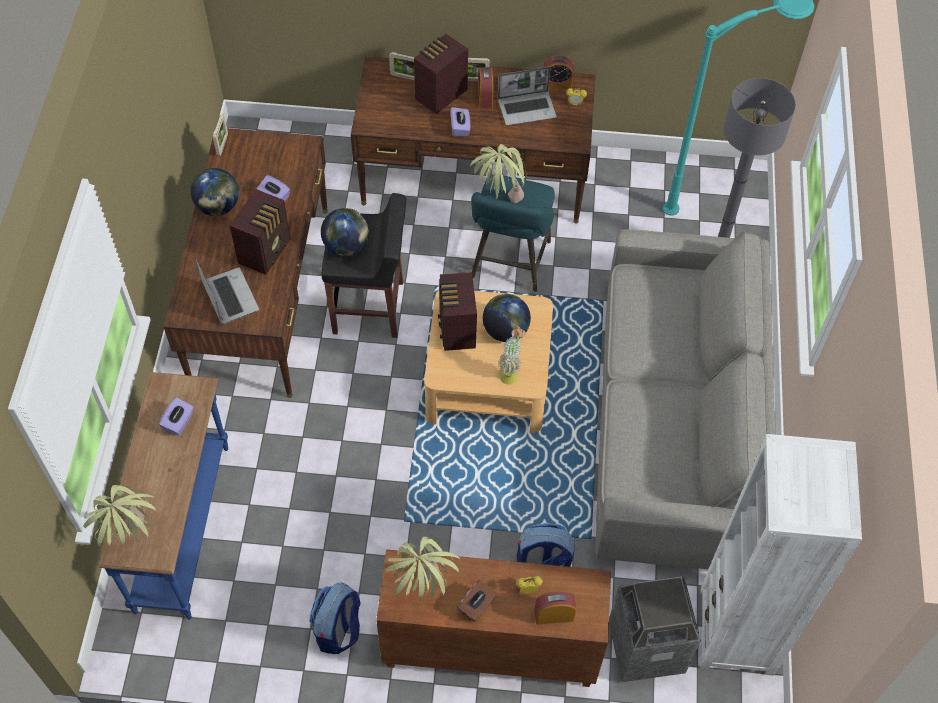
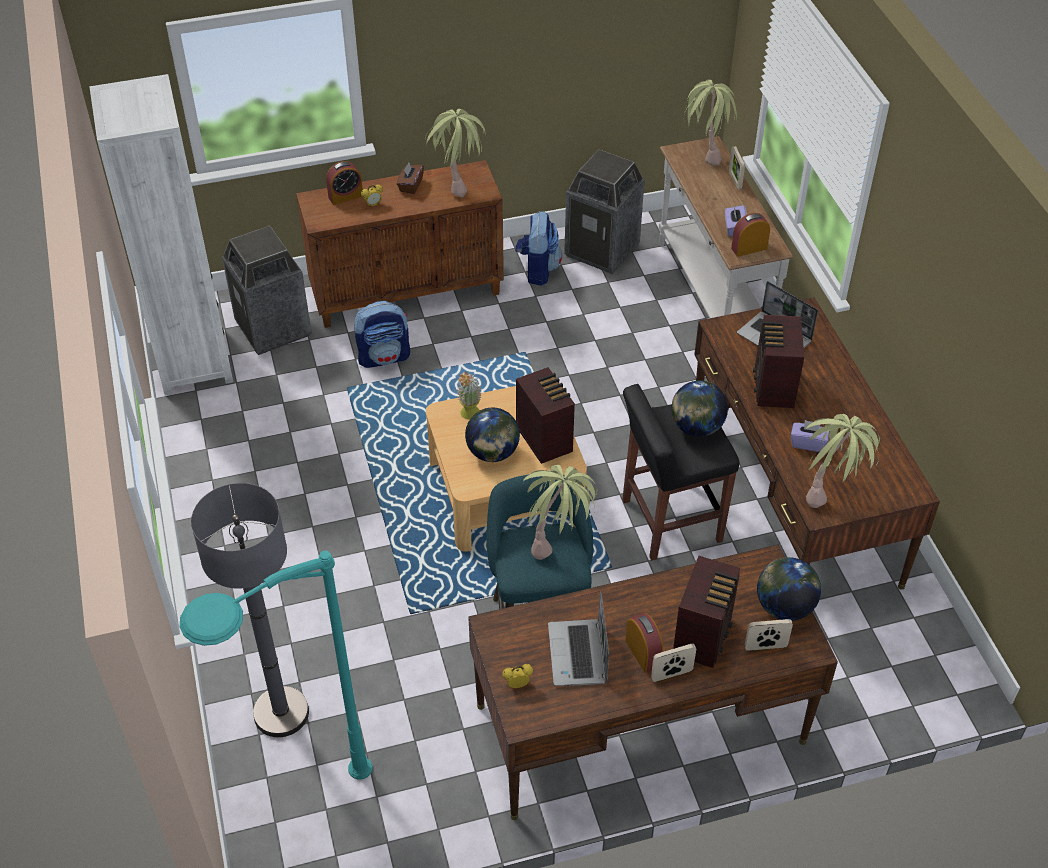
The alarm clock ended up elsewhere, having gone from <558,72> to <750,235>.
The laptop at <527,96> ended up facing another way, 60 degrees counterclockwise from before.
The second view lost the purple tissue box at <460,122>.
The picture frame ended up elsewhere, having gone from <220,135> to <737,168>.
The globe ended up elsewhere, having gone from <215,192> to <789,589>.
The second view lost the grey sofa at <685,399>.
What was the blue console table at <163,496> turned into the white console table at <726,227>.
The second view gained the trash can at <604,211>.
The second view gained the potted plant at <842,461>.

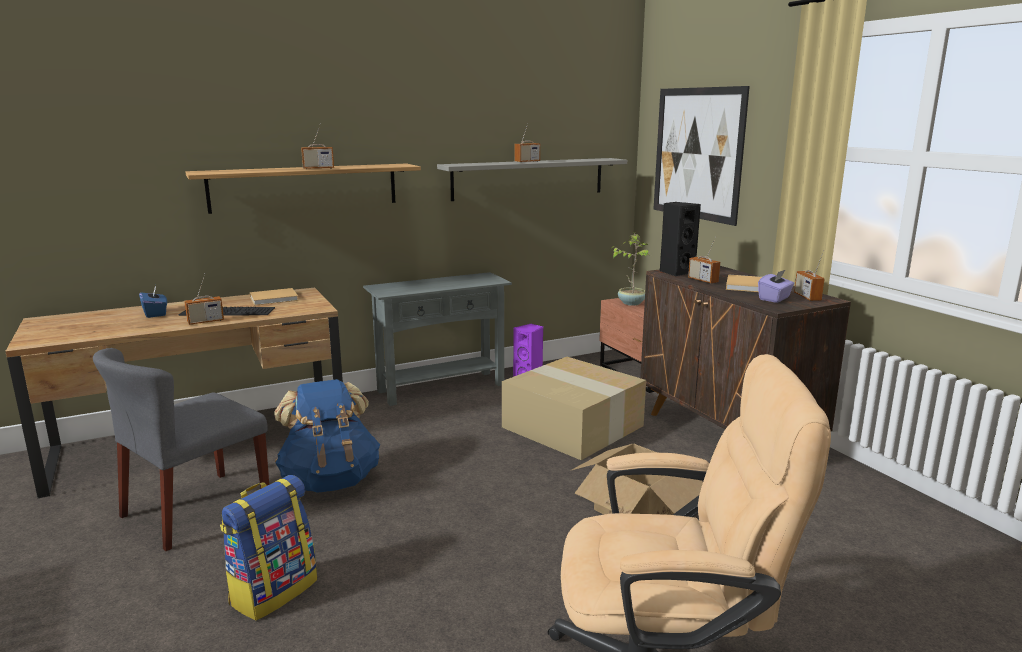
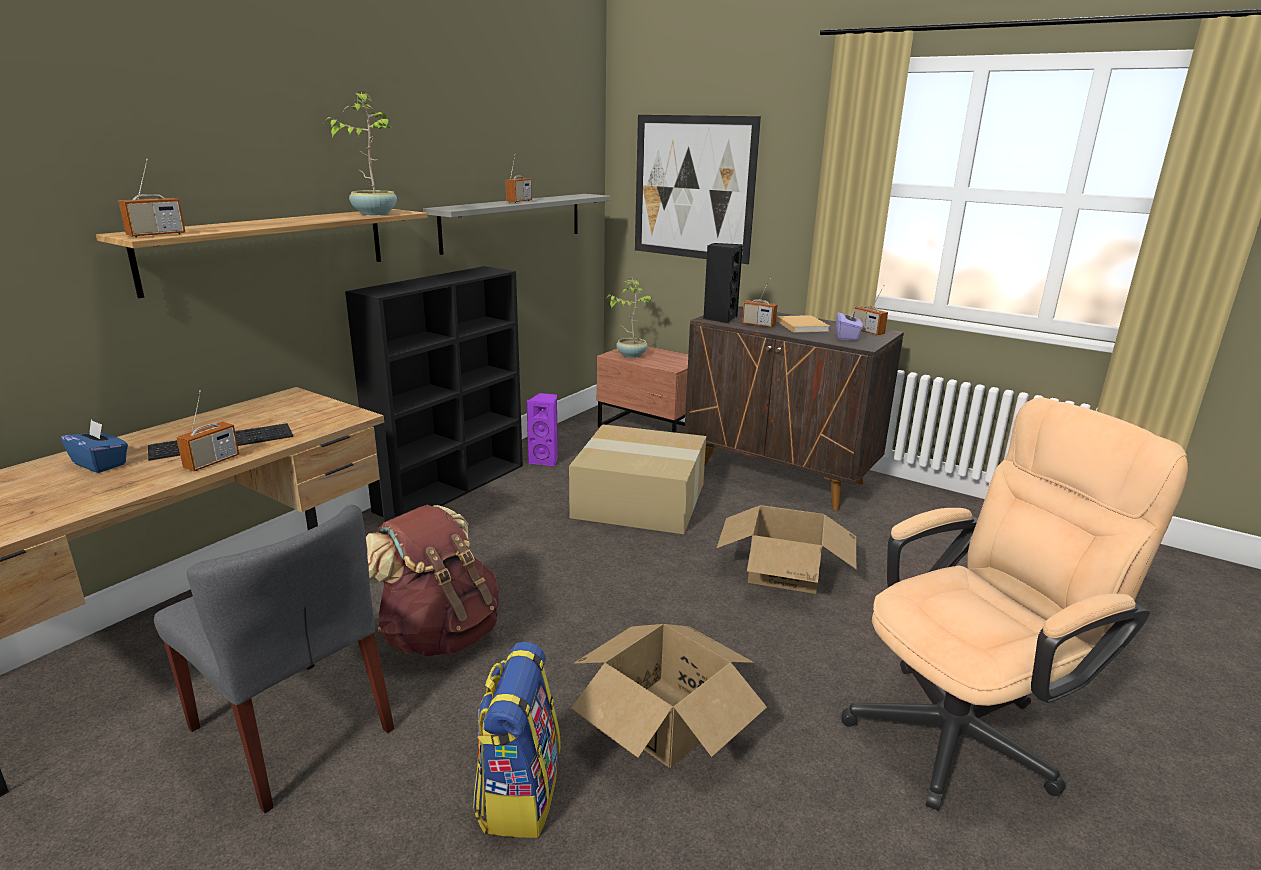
The radio ended up elsewhere, having gone from <317,146> to <151,198>.
Where the grey console table stood at <437,339>, the black bookcase came to stand at <434,391>.
The second view lost the beige book at <274,296>.
The grey chair at <181,449> ended up facing another way, 60 degrees counterclockwise from before.
What was the blue backpack at <327,436> turned into the brown backpack at <432,580>.
The second view gained the potted plant at <360,153>.
The second view gained the cardboard box at <669,696>.

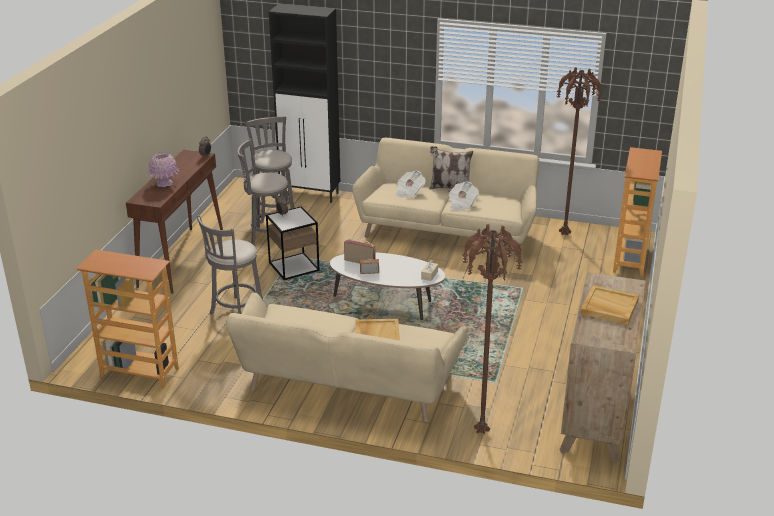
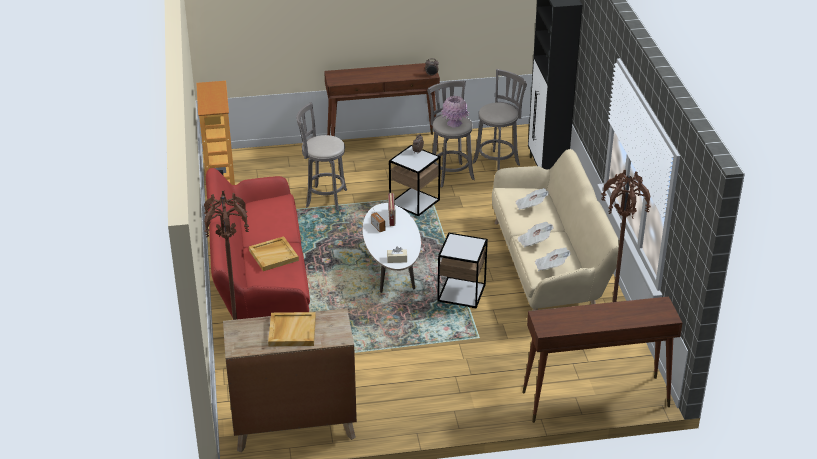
The second view lost the pillow at <451,167>.
Where the bookcase stood at <637,212>, the brown console table came to stand at <602,360>.
The pink vase ended up elsewhere, having gone from <163,169> to <454,111>.
What was the beige sofa at <348,357> turned into the red sofa at <258,243>.
The second view gained the side table at <462,270>.
The second view gained the newspaper at <553,259>.

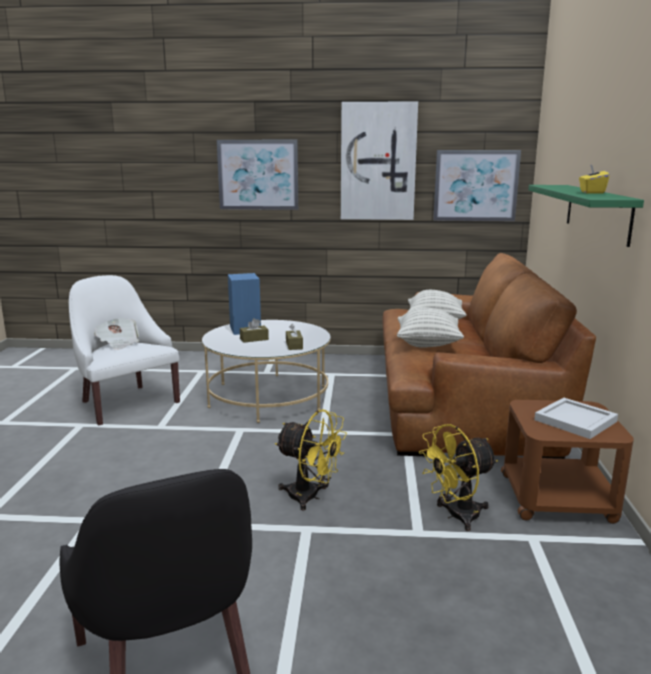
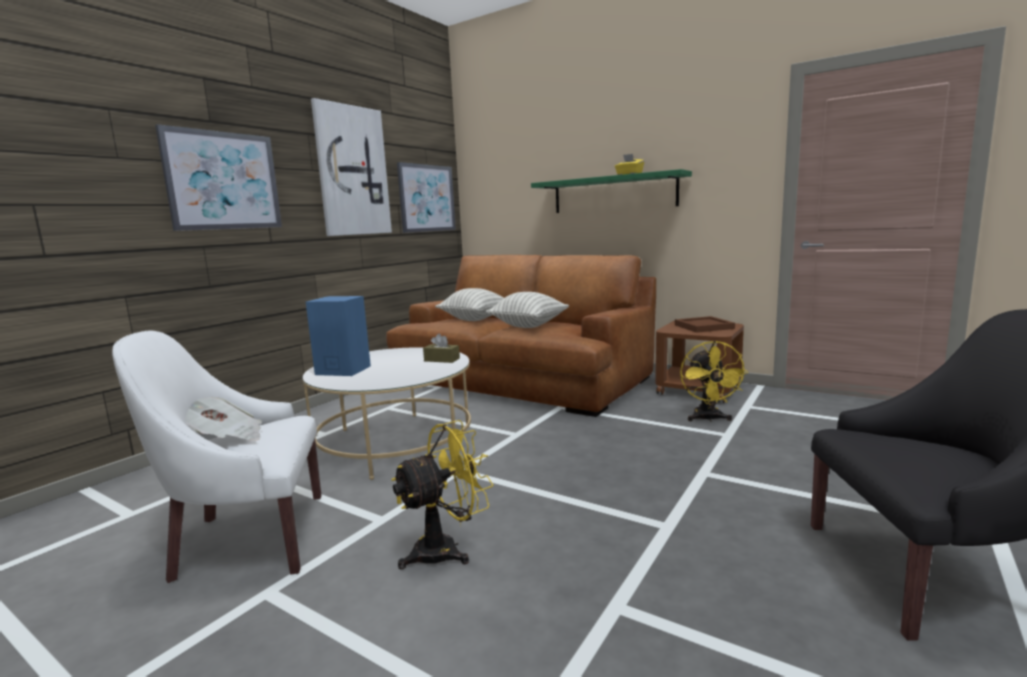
The second view lost the brown tissue box at <254,330>.
What was the white tray at <576,418> turned into the brown tray at <705,324>.
The yellow fan ended up elsewhere, having gone from <311,459> to <442,494>.

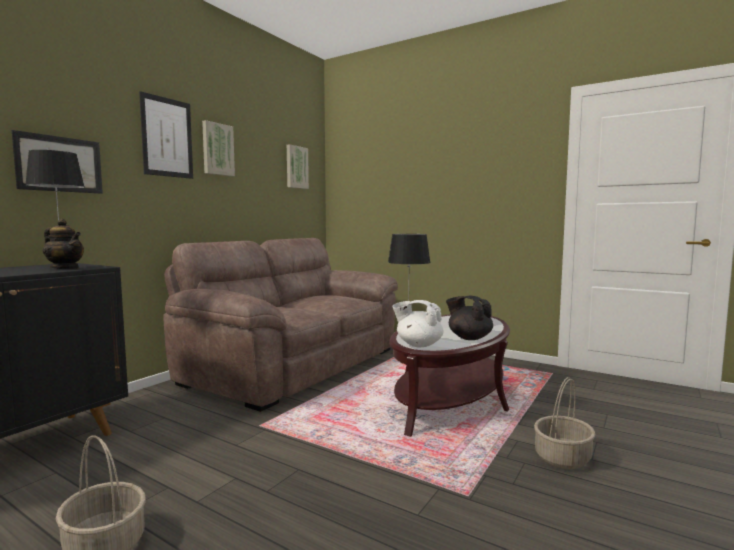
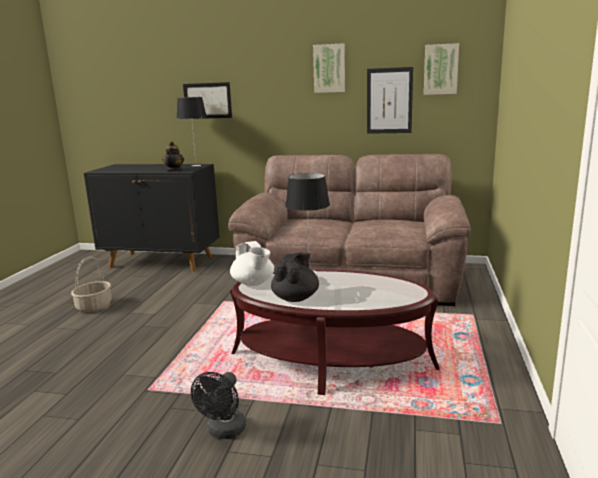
The picture ended up elsewhere, having gone from <166,135> to <390,100>.
The white teapot at <417,323> ended up facing another way, 150 degrees clockwise from before.
Where the basket stood at <564,423>, the black fan came to stand at <218,405>.

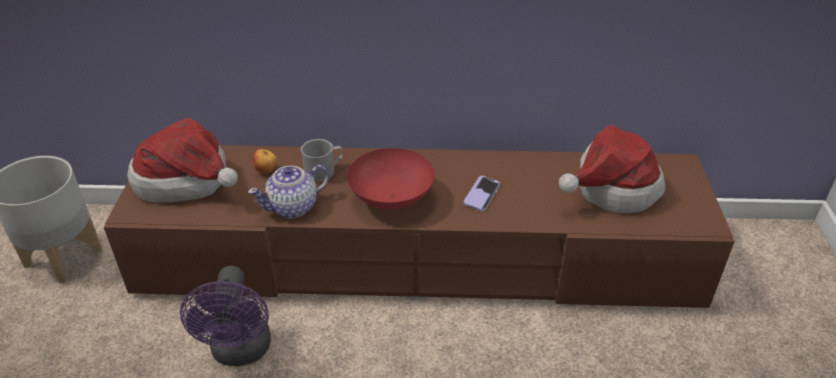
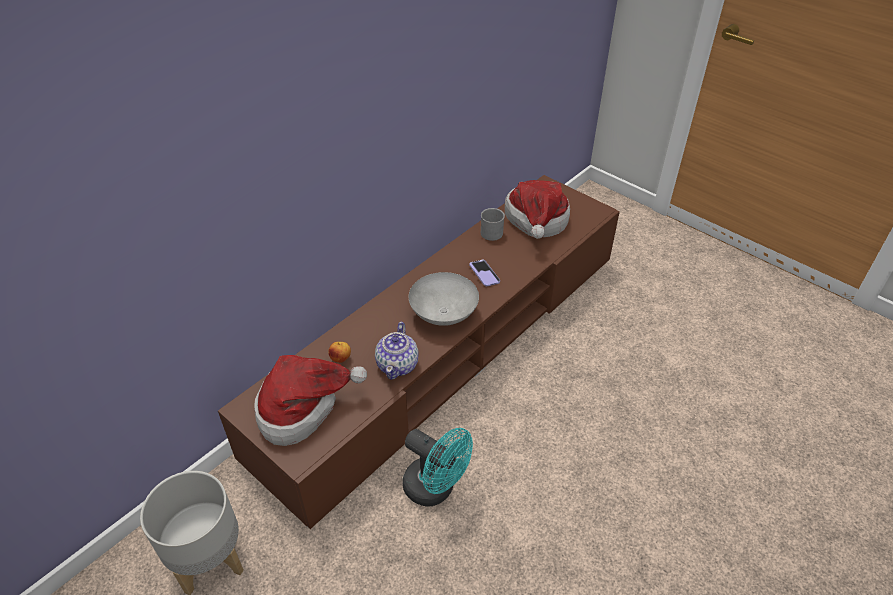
The grey mug ended up elsewhere, having gone from <322,160> to <493,224>.
What was the red bowl at <391,179> turned into the grey bowl at <444,299>.
What was the purple fan at <225,316> turned into the turquoise fan at <437,467>.

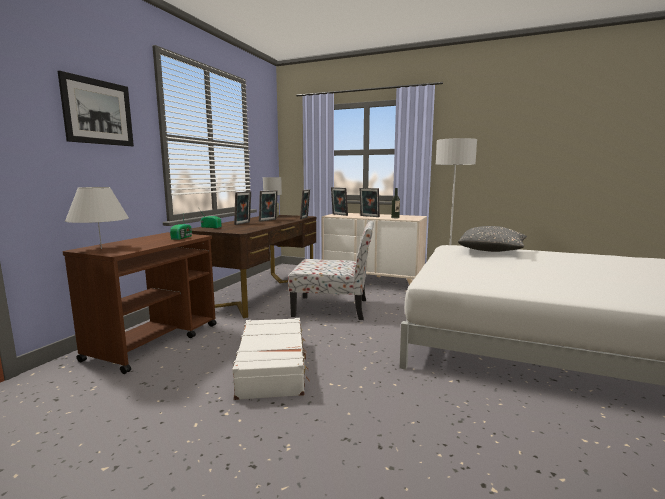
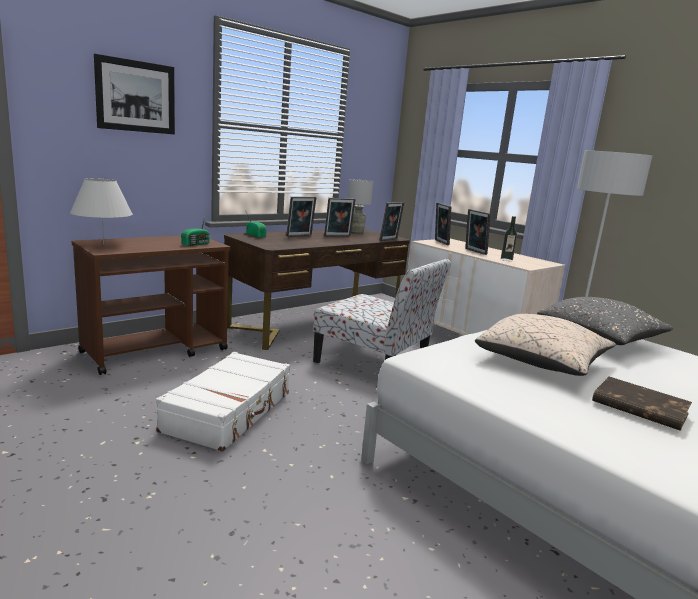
The second view gained the beige pillow at <545,345>.
The second view gained the brown book at <642,403>.

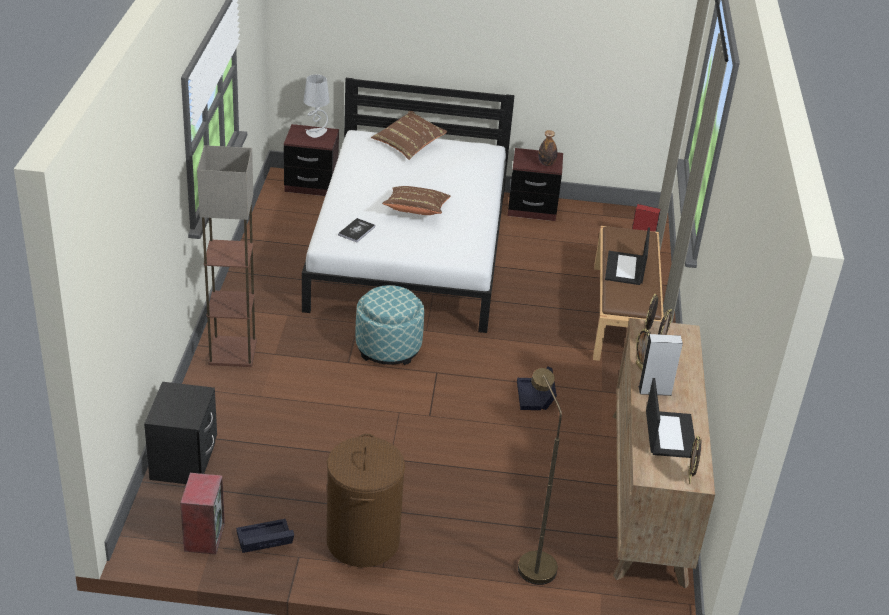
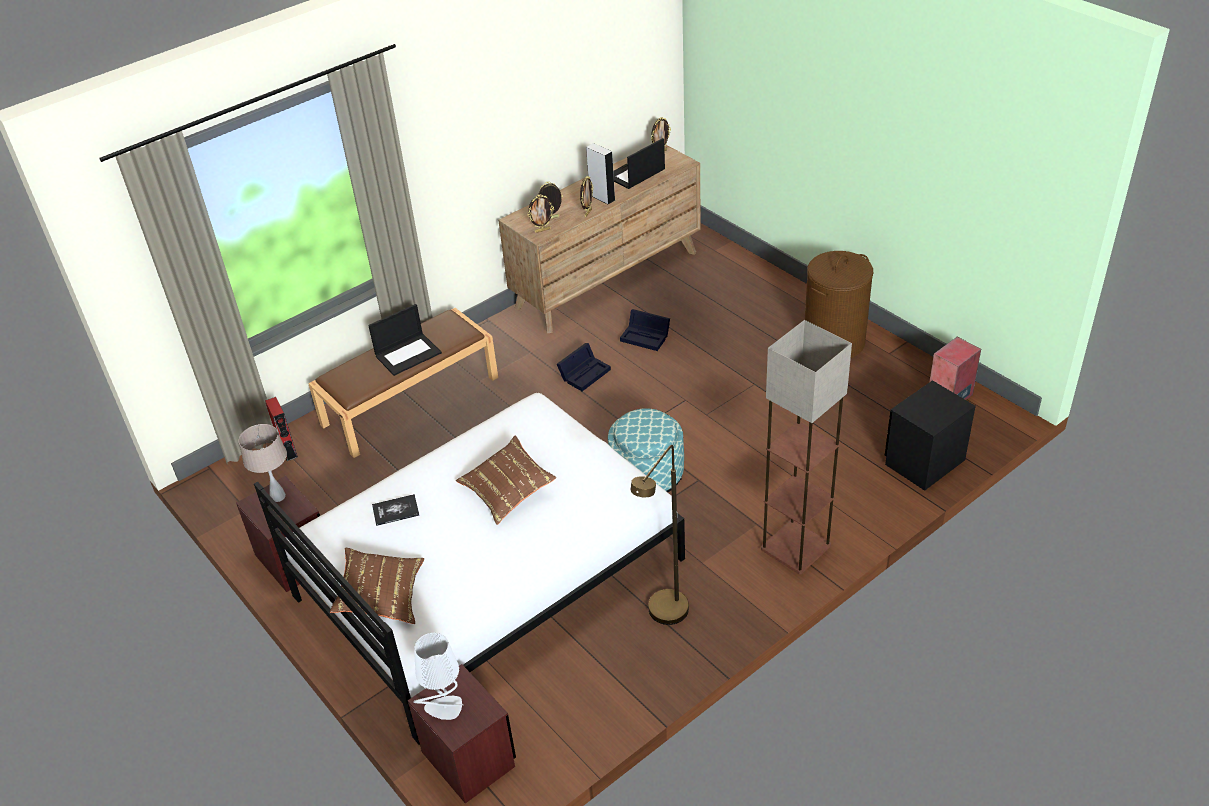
Where the bottle stood at <547,148>, the beige table lamp came to stand at <263,463>.
The book ended up elsewhere, having gone from <356,230> to <396,510>.
The brown floor lamp ended up elsewhere, having gone from <540,476> to <660,535>.
The black storage box ended up elsewhere, having gone from <265,536> to <645,330>.

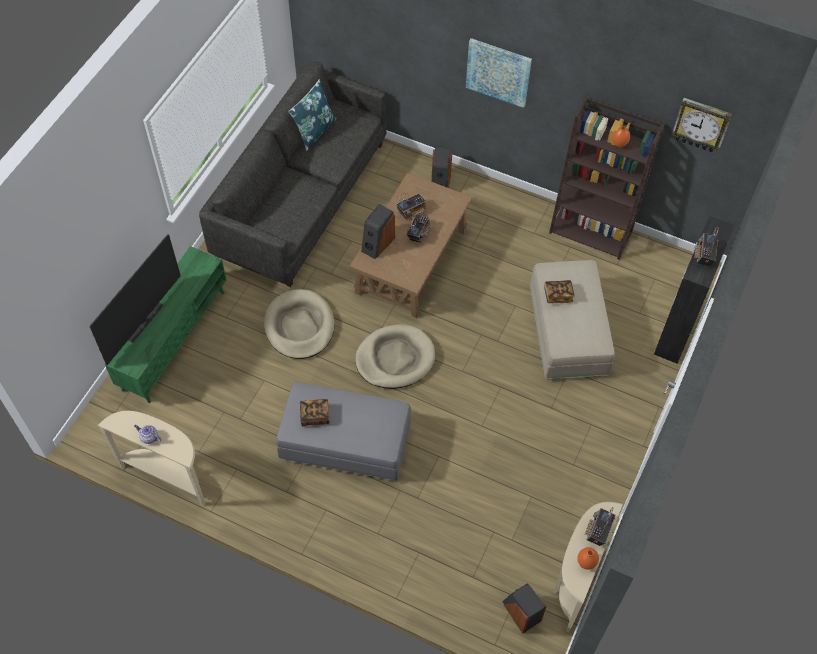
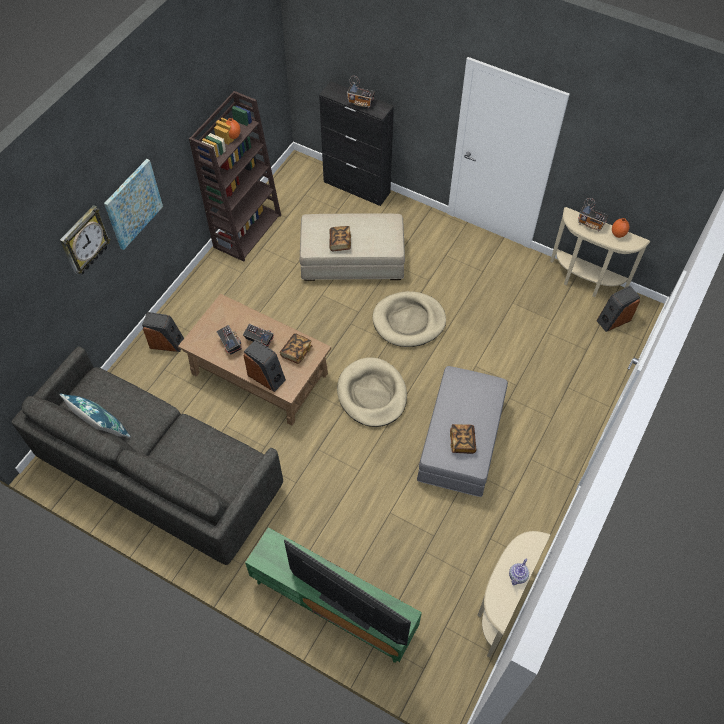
The wall clock ended up elsewhere, having gone from <702,125> to <85,240>.
The beige dog bed ended up elsewhere, having gone from <299,324> to <409,319>.
The second view gained the book at <296,348>.

